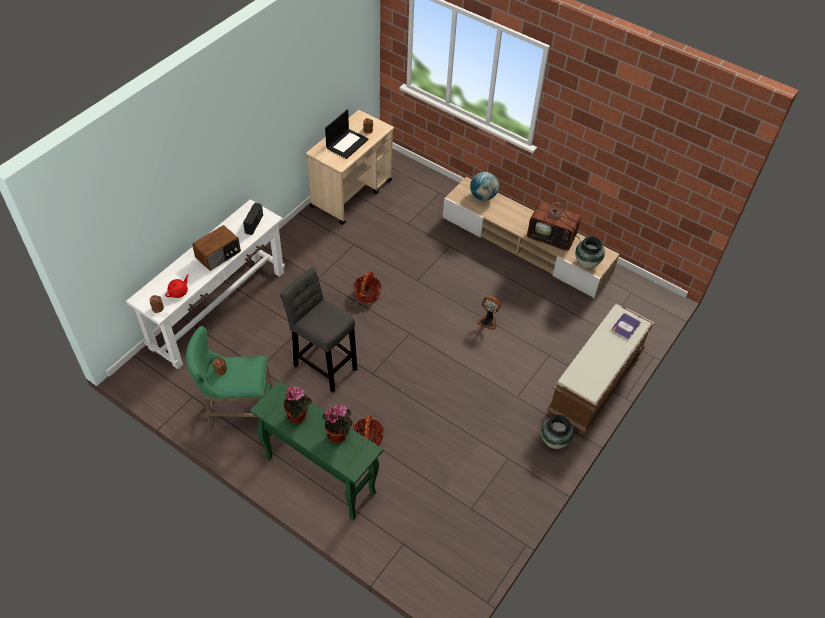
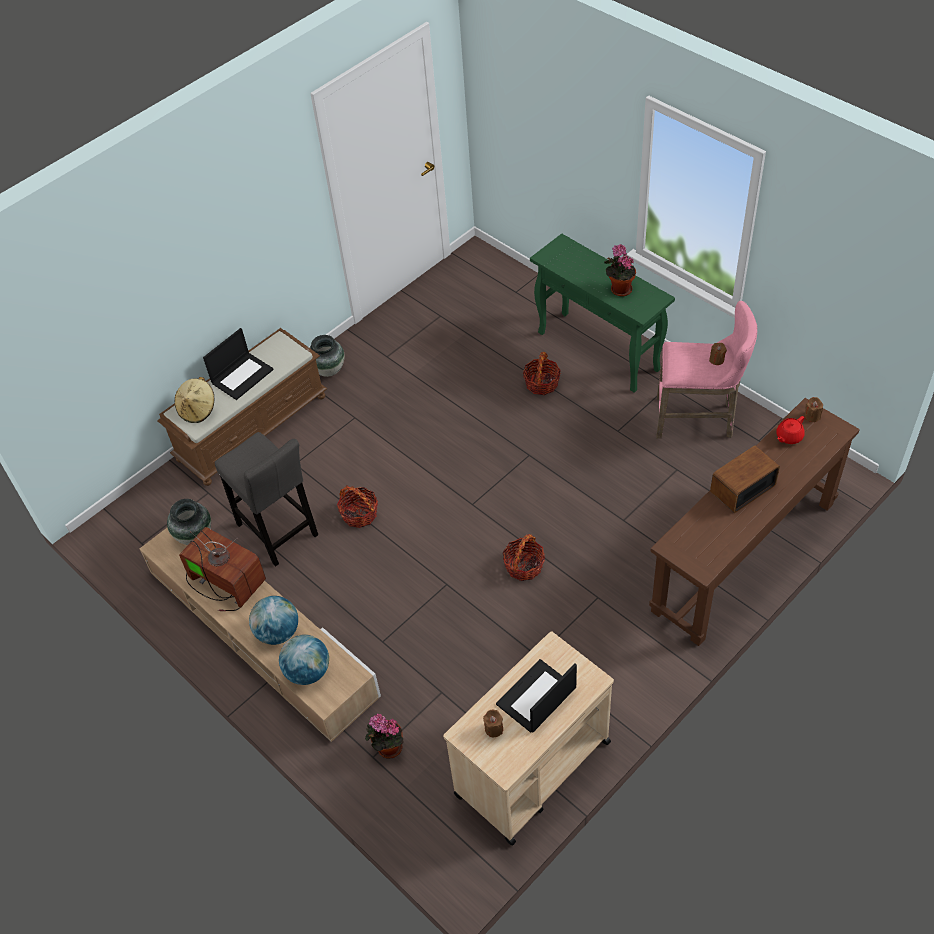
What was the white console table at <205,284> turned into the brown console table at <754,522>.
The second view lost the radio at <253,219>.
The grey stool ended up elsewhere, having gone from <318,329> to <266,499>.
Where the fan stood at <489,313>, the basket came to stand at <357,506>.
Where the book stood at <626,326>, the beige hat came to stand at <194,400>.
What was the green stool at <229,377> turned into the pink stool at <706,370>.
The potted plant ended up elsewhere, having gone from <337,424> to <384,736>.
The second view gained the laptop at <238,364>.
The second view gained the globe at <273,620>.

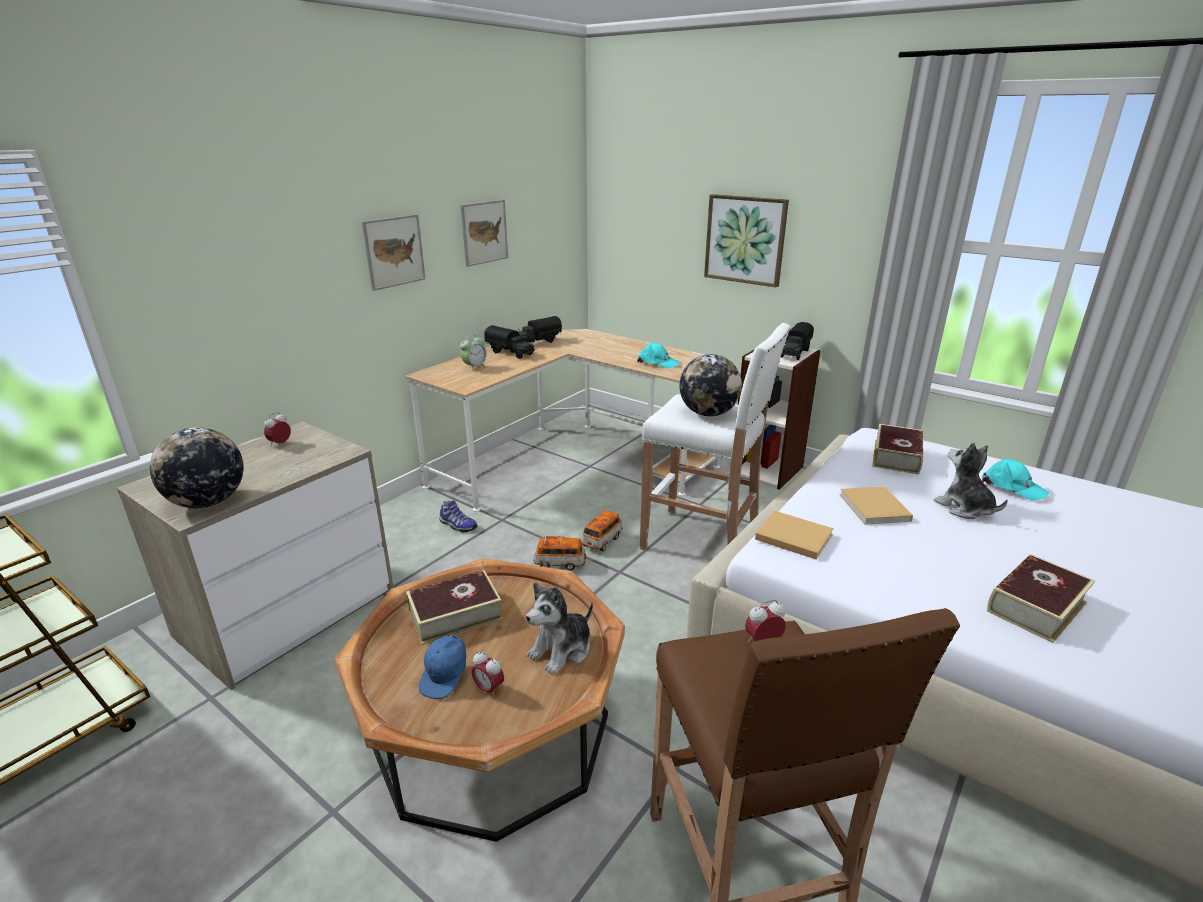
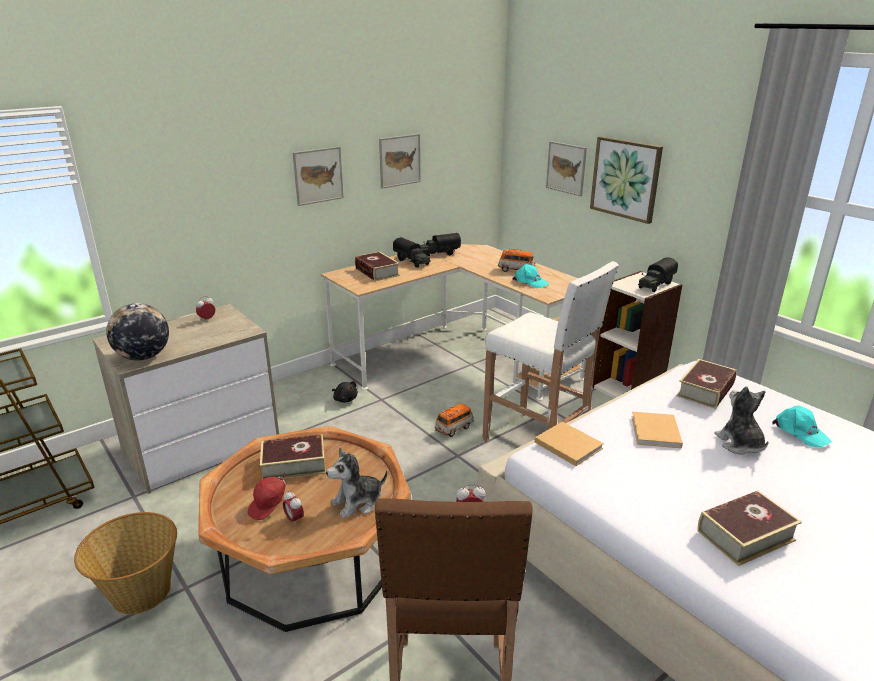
Where the alarm clock stood at <474,353>, the book came to stand at <377,266>.
The second view lost the globe at <711,385>.
Where the shoe stood at <458,516>, the black plush toy came to stand at <345,392>.
The toy car ended up elsewhere, having gone from <560,553> to <517,260>.
What was the blue cap at <442,663> turned into the red cap at <266,496>.
The second view gained the picture at <566,168>.
The second view gained the basket at <125,563>.

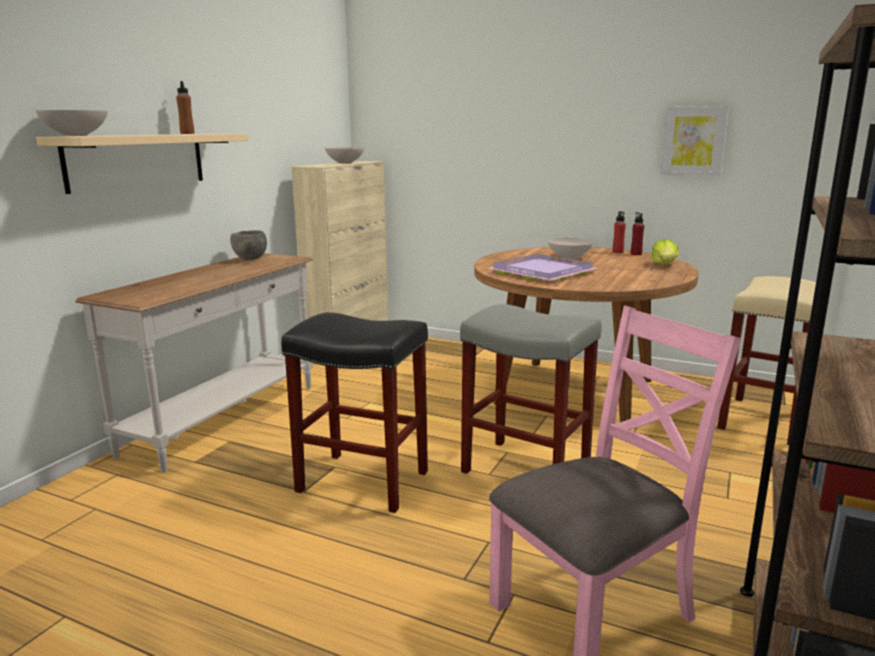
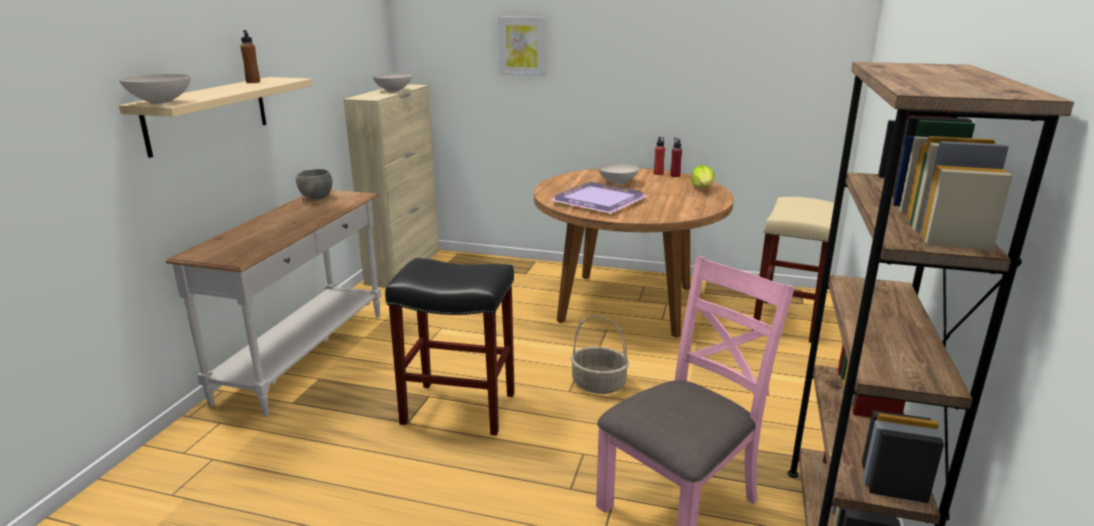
The picture ended up elsewhere, having gone from <694,141> to <522,46>.
Where the grey stool stood at <531,389>, the basket came to stand at <599,355>.

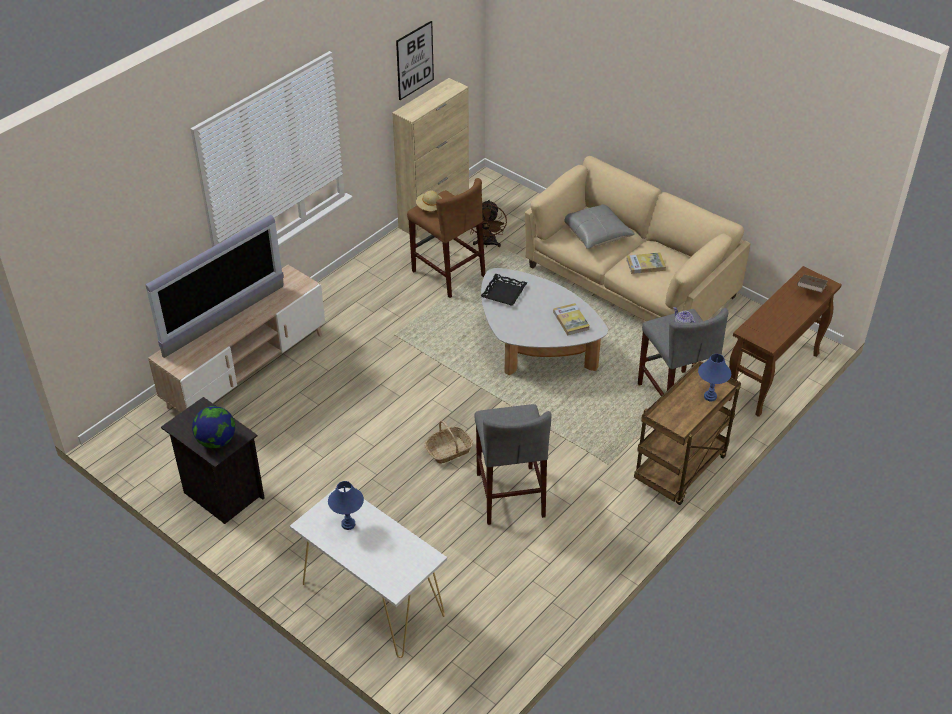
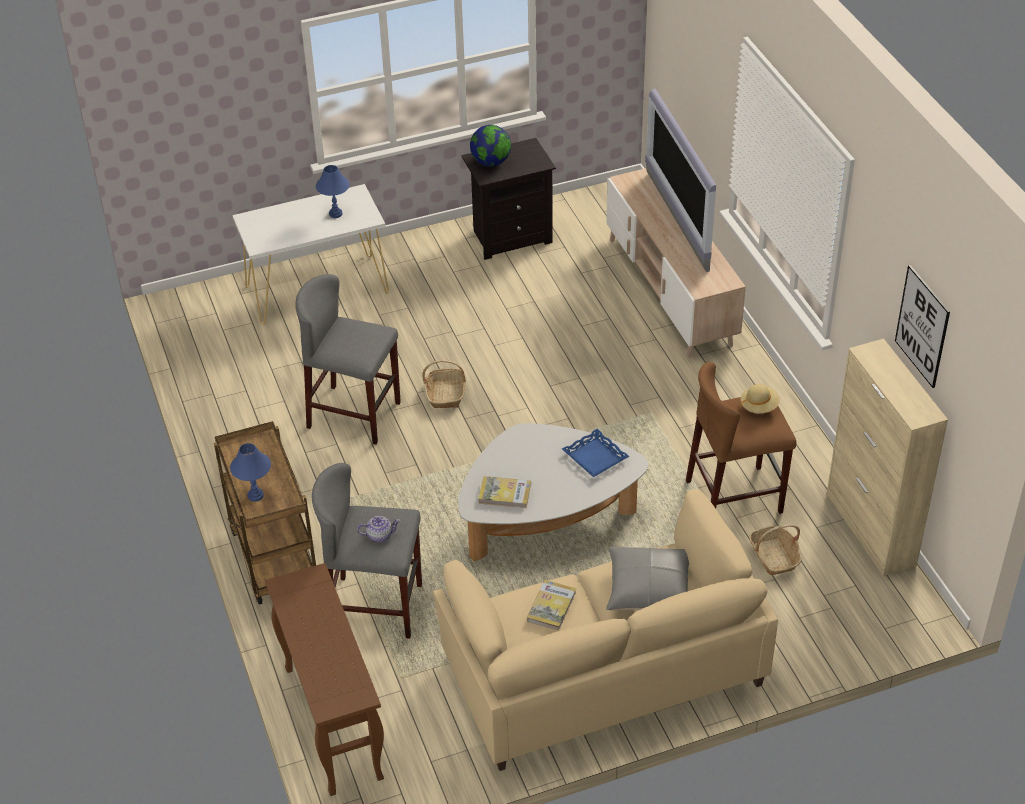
Where the brown fan stood at <488,223>, the basket came to stand at <775,549>.
What was the black tray at <504,289> turned into the blue tray at <596,453>.
The second view lost the brown book at <812,283>.

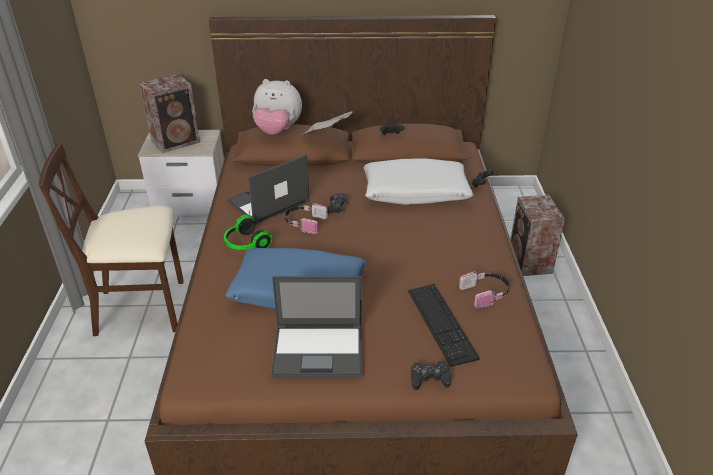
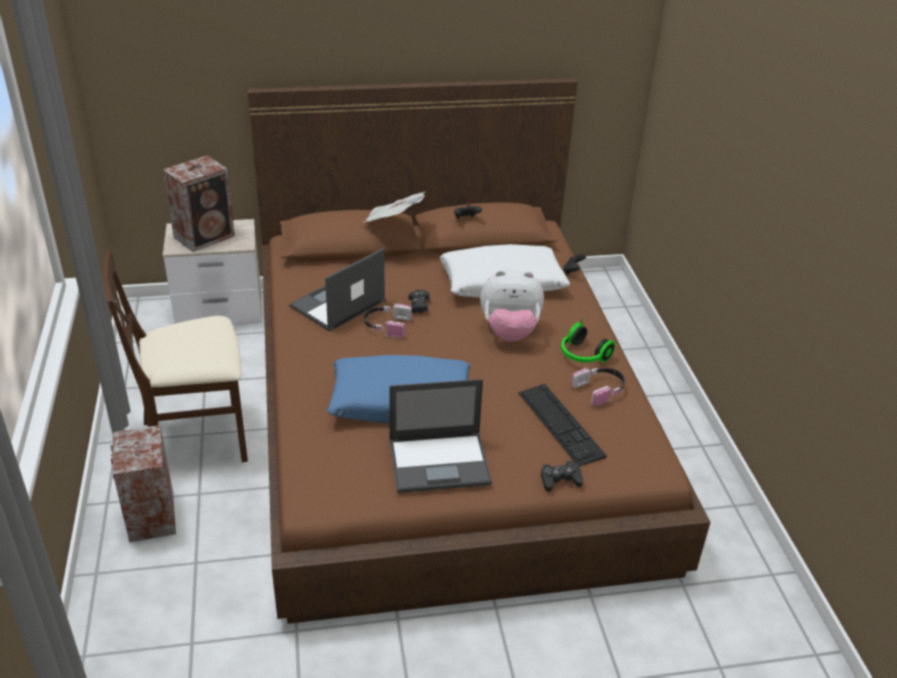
The plush toy ended up elsewhere, having gone from <277,107> to <512,306>.
The speaker ended up elsewhere, having gone from <537,235> to <143,483>.
The headphones ended up elsewhere, having gone from <248,230> to <588,340>.

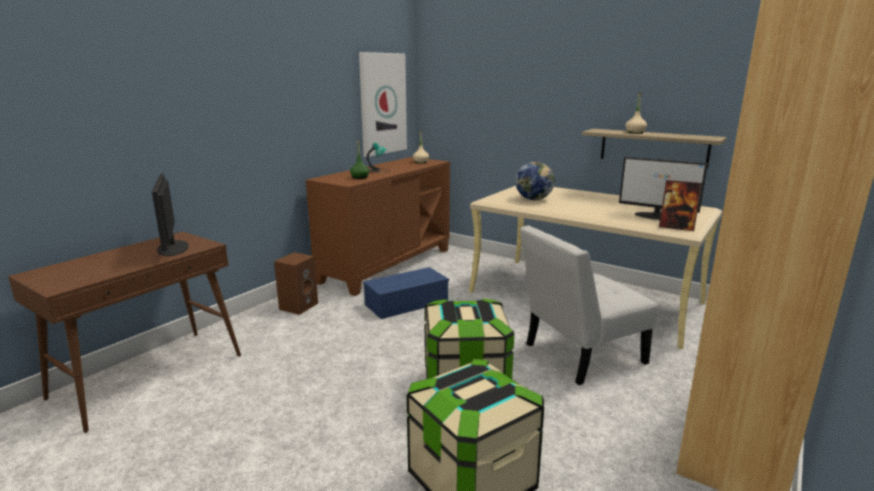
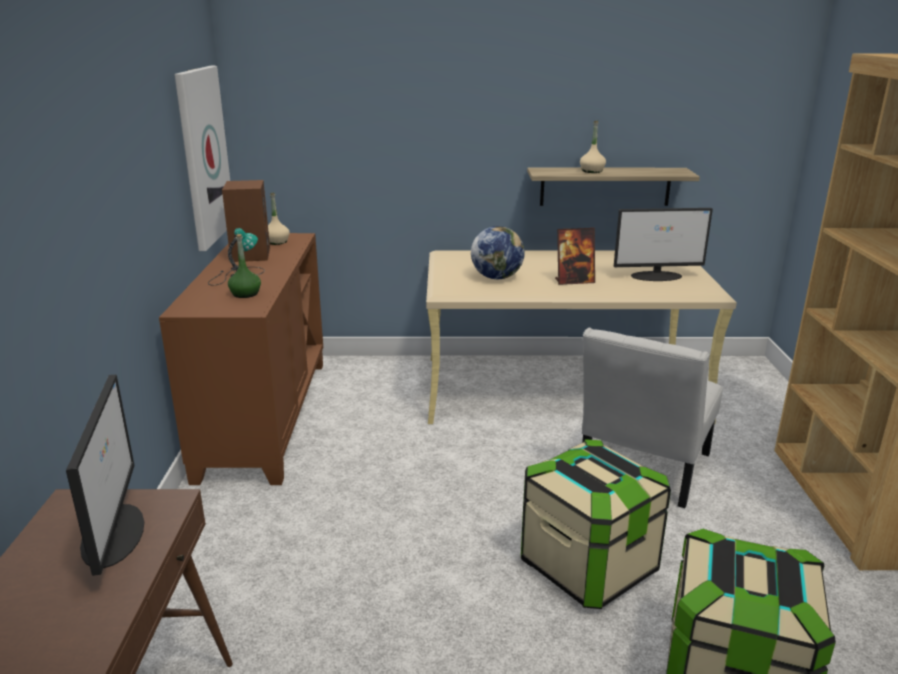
The monitor at <170,215> ended up facing another way, 135 degrees counterclockwise from before.
The picture frame ended up elsewhere, having gone from <680,205> to <575,256>.
The brown speaker ended up elsewhere, having gone from <296,283> to <246,221>.
The second view lost the blue storage box at <406,293>.

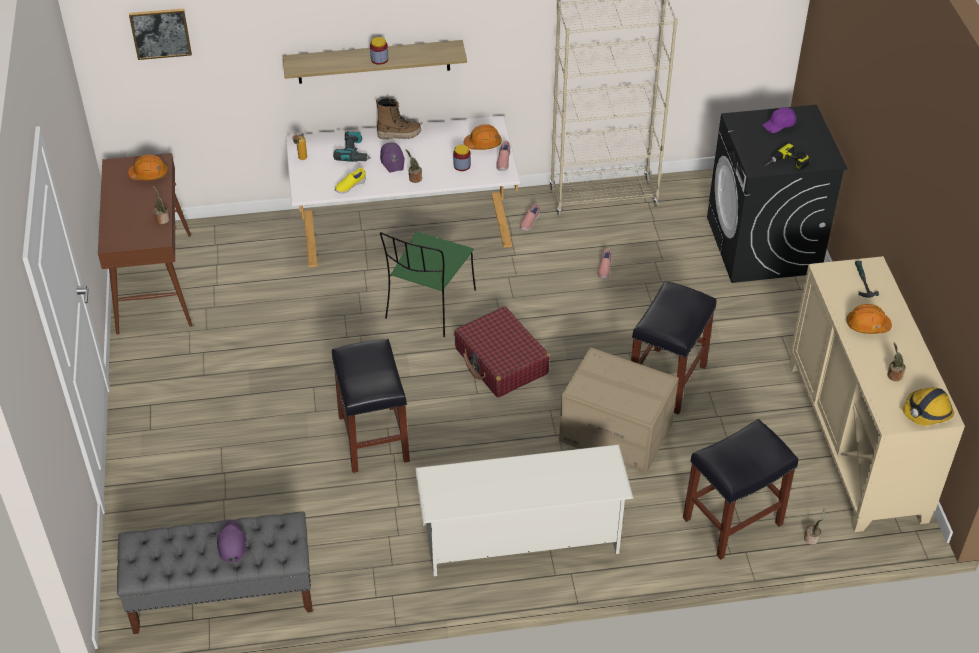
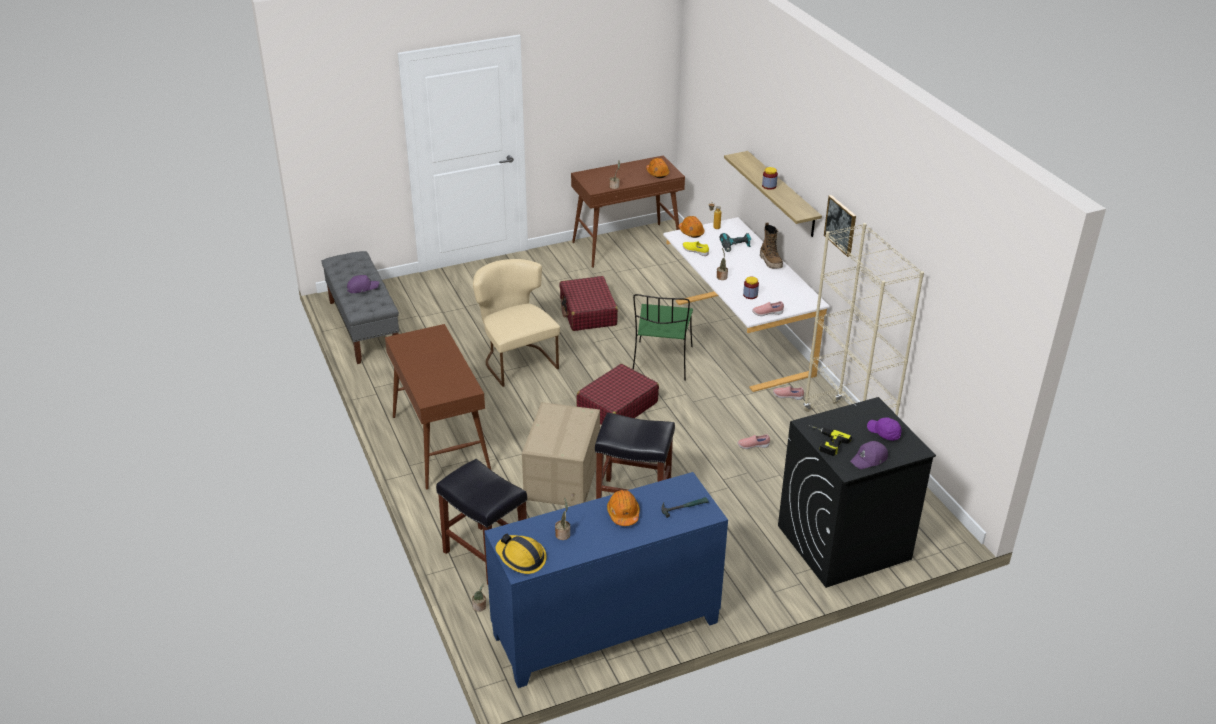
The picture ended up elsewhere, having gone from <160,34> to <840,226>.
The orange hard hat ended up elsewhere, having gone from <483,137> to <691,227>.
The purple cap ended up elsewhere, having gone from <392,157> to <869,455>.
The green chair at <428,284> ended up facing another way, 90 degrees counterclockwise from before.
What was the beige cabinet at <877,394> turned into the blue cabinet at <606,580>.
Where the black stool stood at <371,406>, the beige chair came to stand at <516,323>.
Where the white shoe rack stood at <524,510>, the brown console table came to stand at <438,406>.
The second view gained the red suitcase at <588,303>.

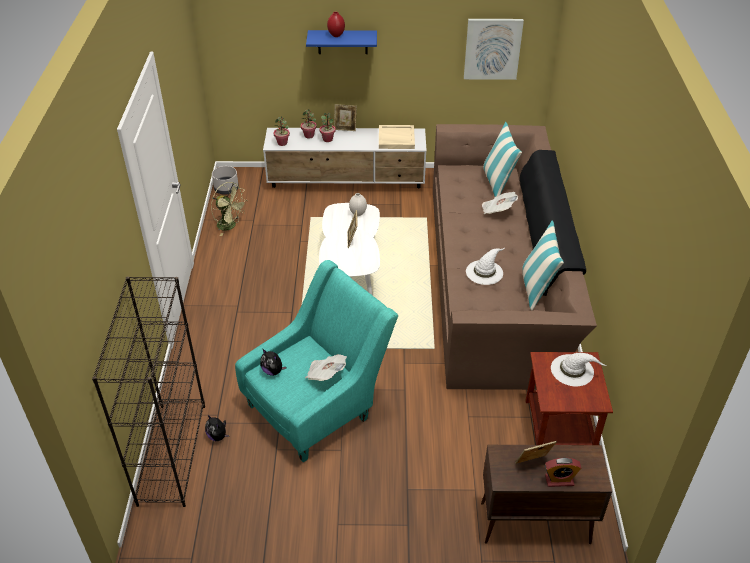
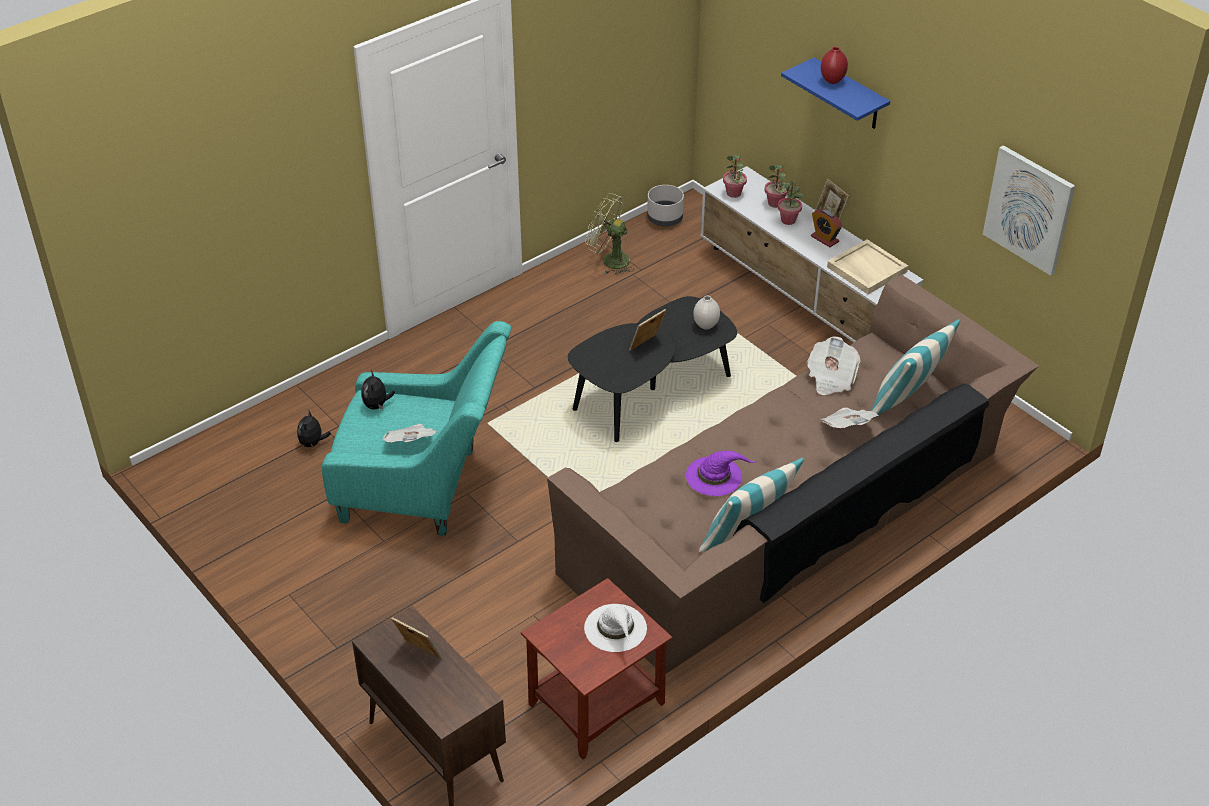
The green fan at <228,209> ended up facing another way, 120 degrees clockwise from before.
What was the white coffee table at <349,249> turned into the black coffee table at <652,369>.
What was the white hat at <485,266> turned into the purple hat at <721,473>.
The second view lost the black bookcase at <148,392>.
The alarm clock ended up elsewhere, having gone from <563,472> to <826,228>.
The second view gained the newspaper at <834,365>.

